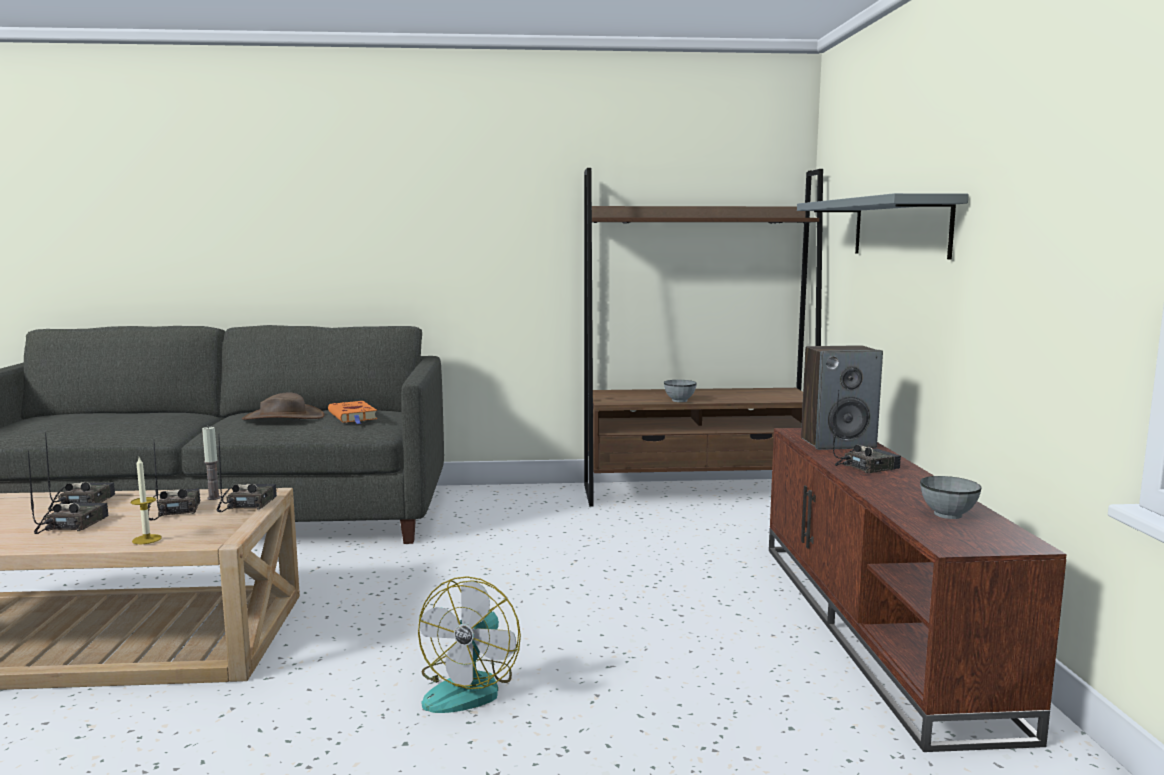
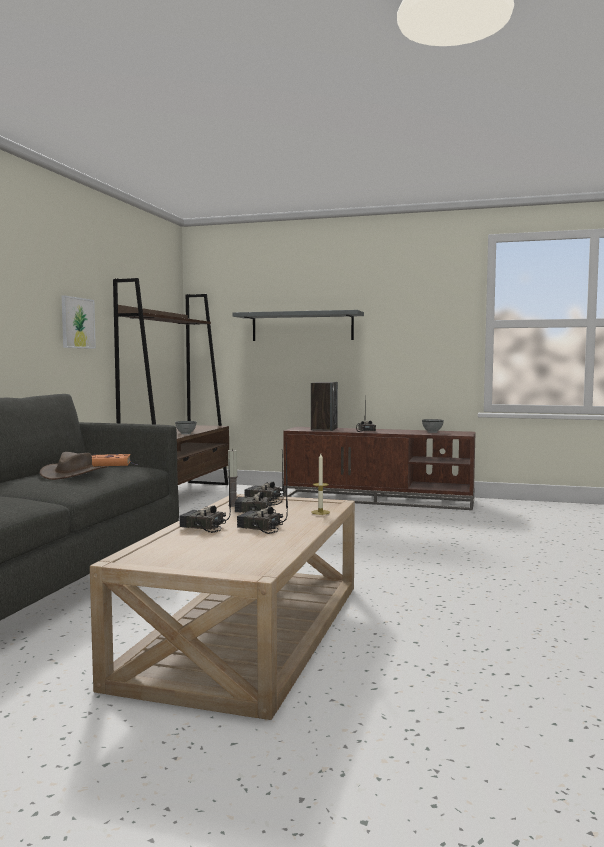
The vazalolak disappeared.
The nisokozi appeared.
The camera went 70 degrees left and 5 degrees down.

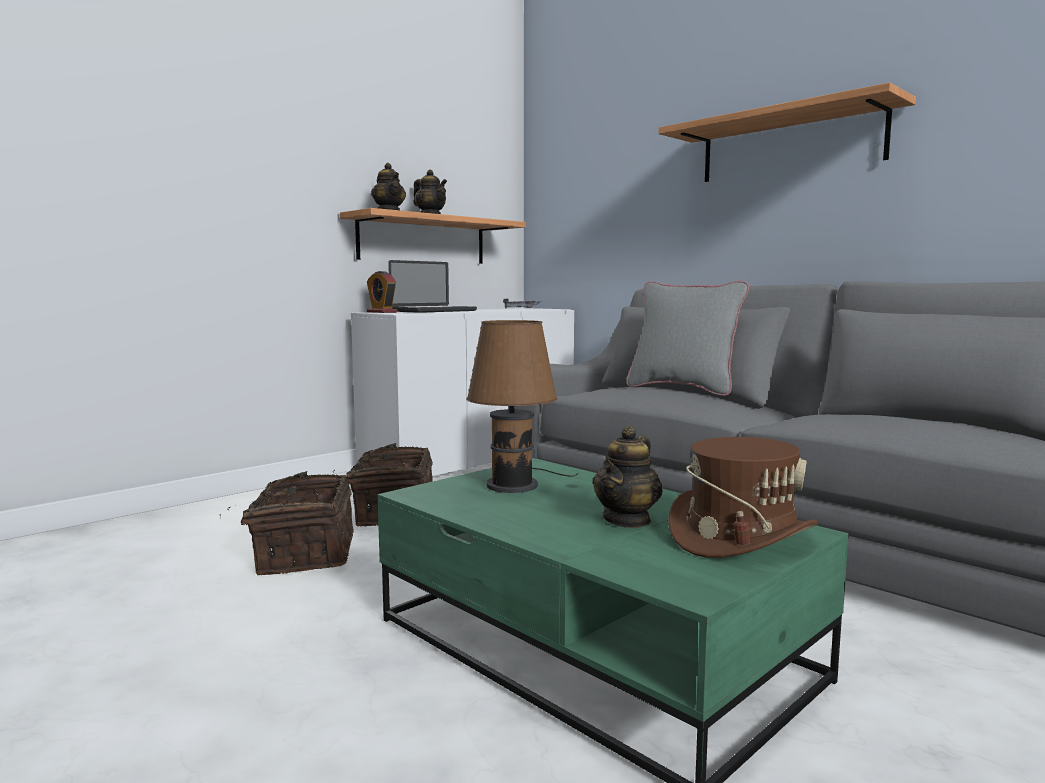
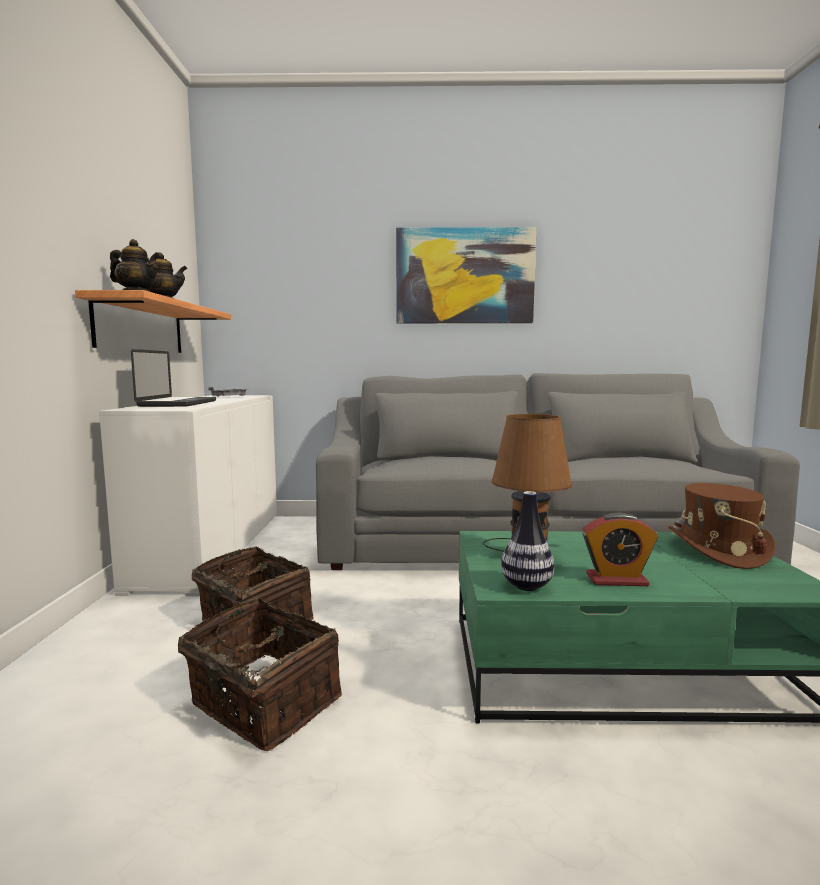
The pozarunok (3rd from left) disappeared.
The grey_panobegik disappeared.
The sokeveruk appeared.
The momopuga moved.
The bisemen (2nd from left) was replaced by the nisokozi.
The camera went 45 degrees left and 0 degrees up.

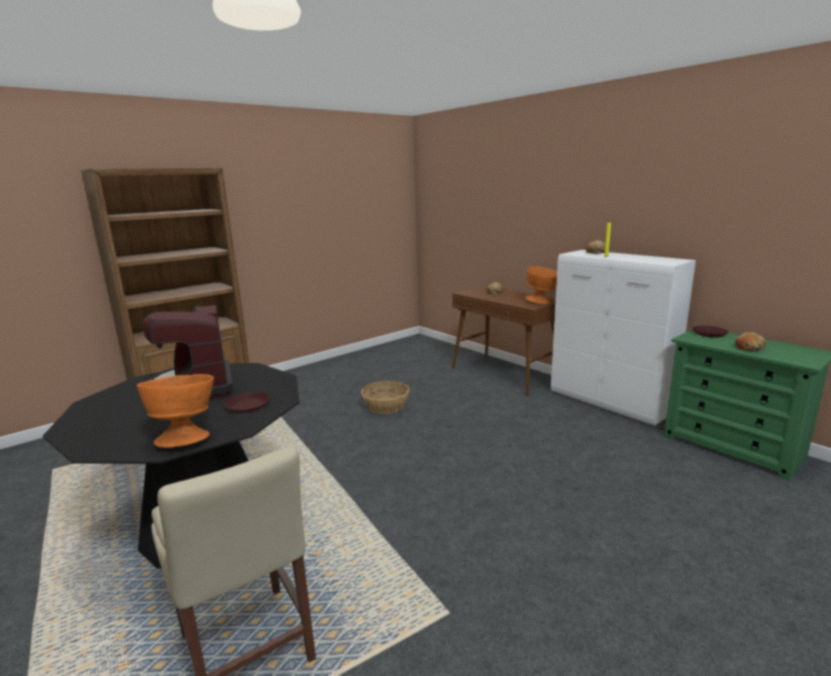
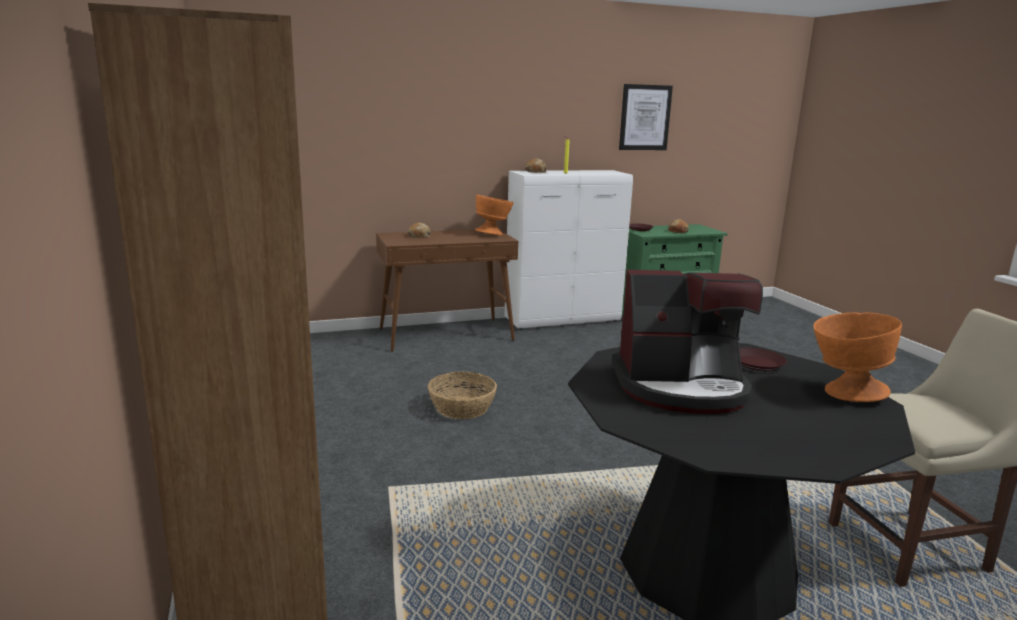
The nisokozi appeared.
The camera went 70 degrees left and 0 degrees up.

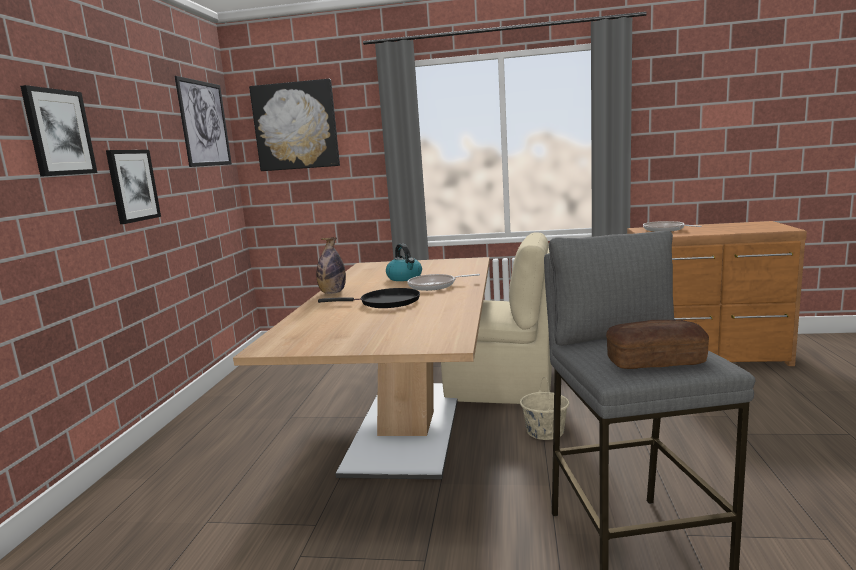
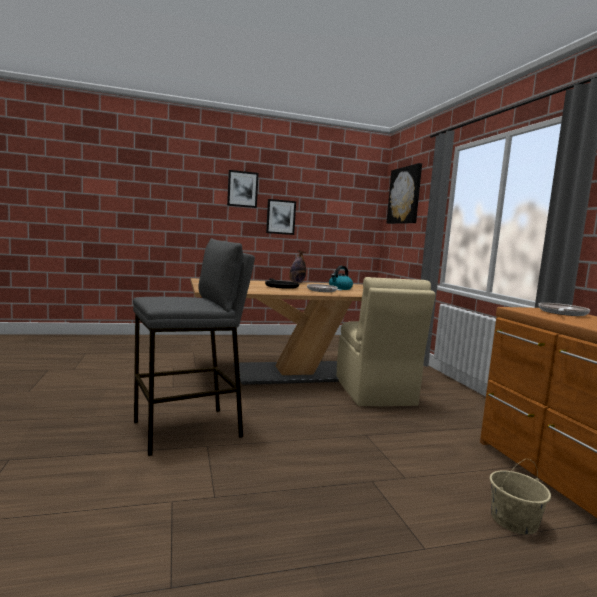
The nisokozi (3rd from left) disappeared.
The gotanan disappeared.
The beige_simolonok moved.
The camera went 65 degrees right and 5 degrees down.

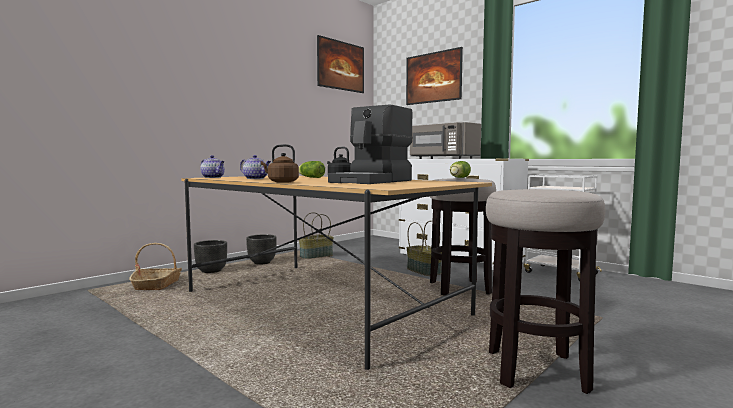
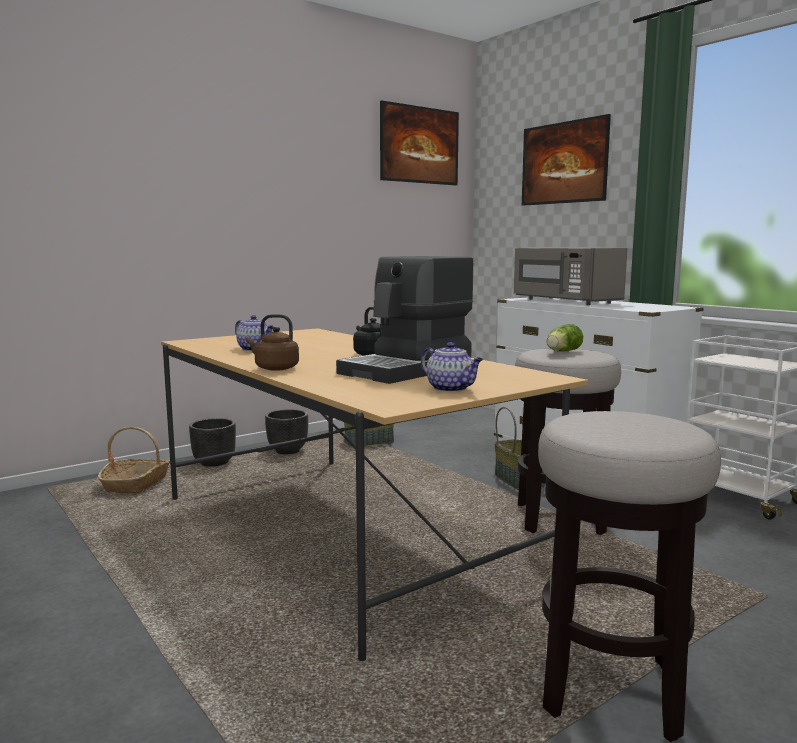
The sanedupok (1st from left) disappeared.
The pozarunok (1st from left in the first image) moved.
The camera went 10 degrees right and 5 degrees up.

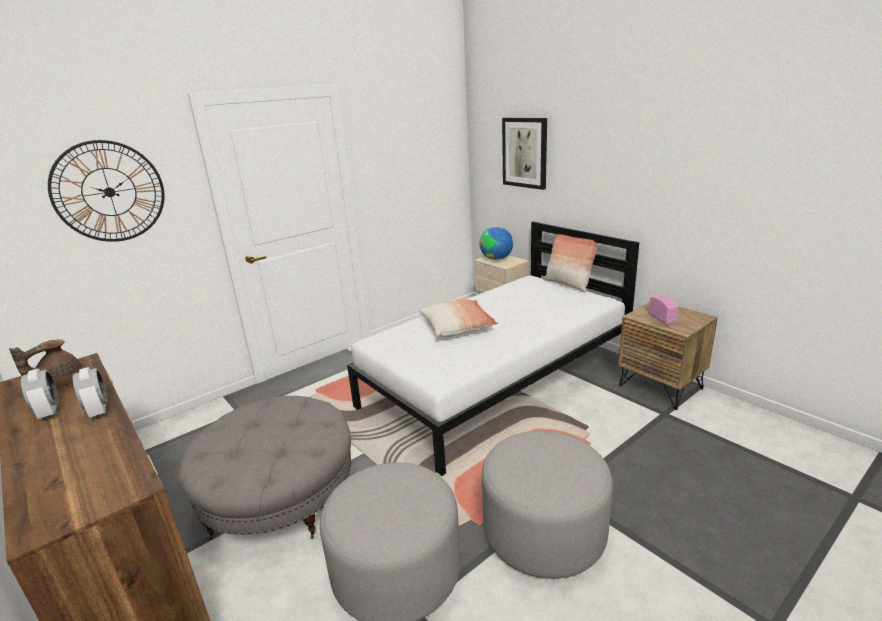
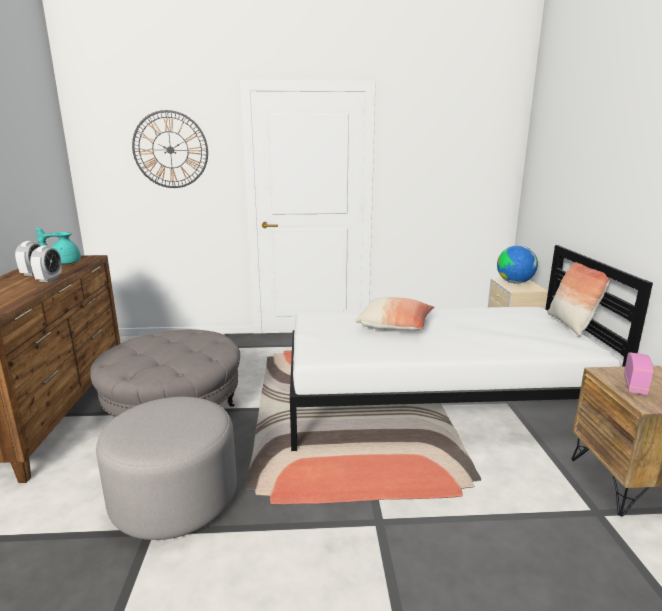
The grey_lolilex (3rd from left) disappeared.
The nisokozi disappeared.
The brown_pozarunok became the turquoise_pozarunok.
The camera went 35 degrees right and 5 degrees down.

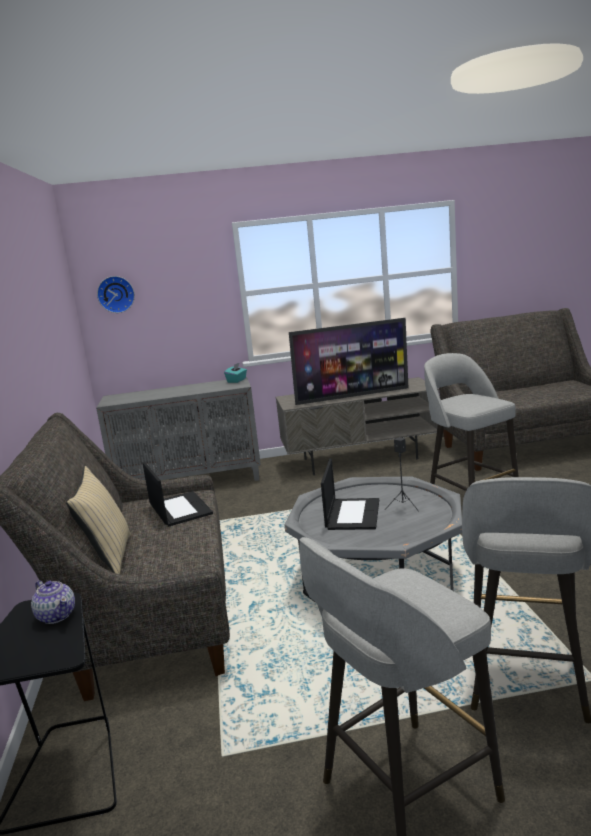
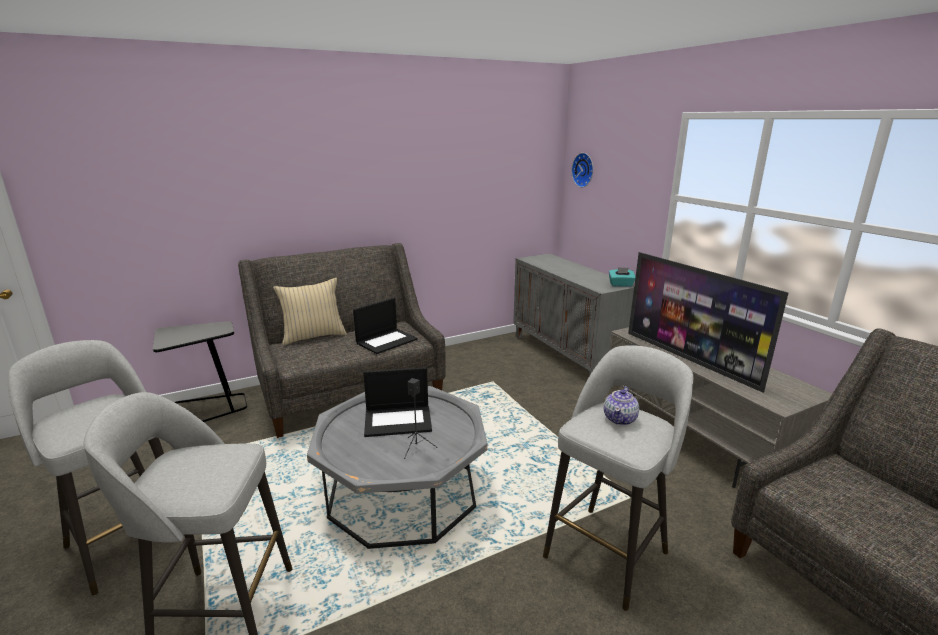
The pozarunok moved.
The camera went 70 degrees right and 5 degrees up.

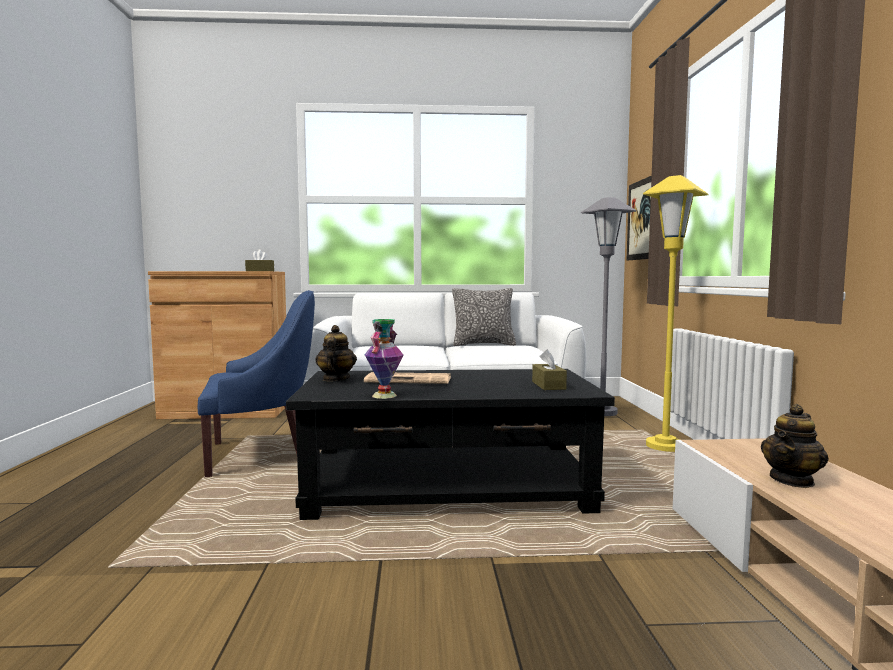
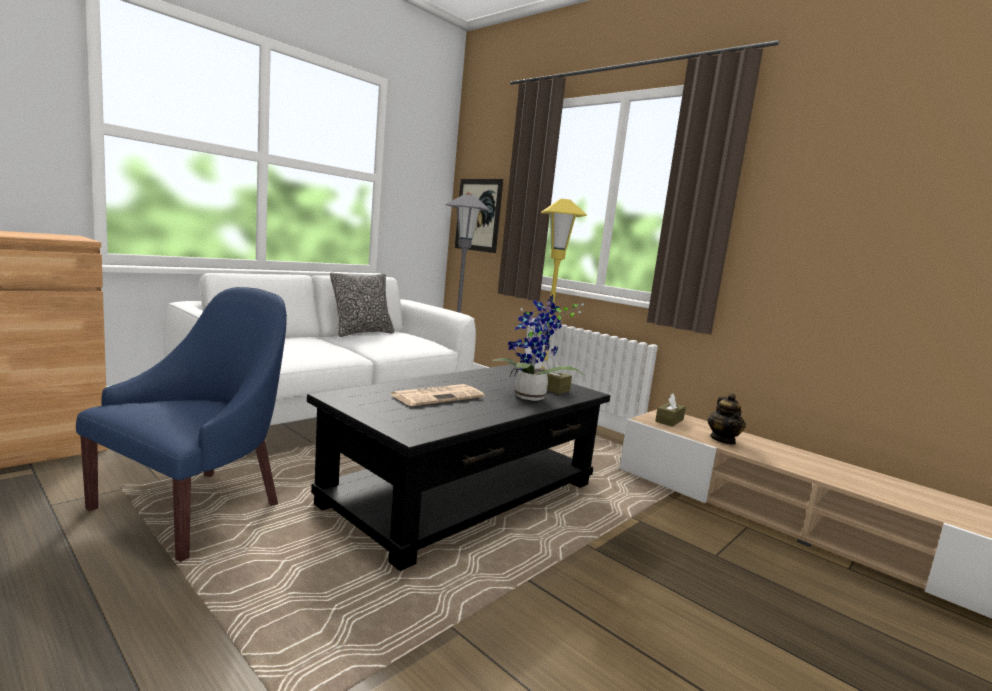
The pozarunok (1st from left) disappeared.
The sokeveruk disappeared.
The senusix appeared.
The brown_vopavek (1st from left in the first image) moved.
The camera went 45 degrees left and 5 degrees up.

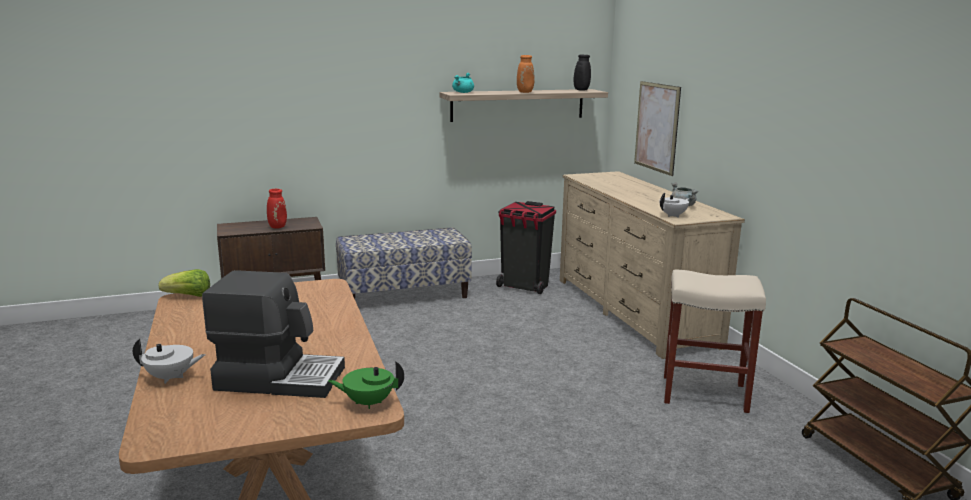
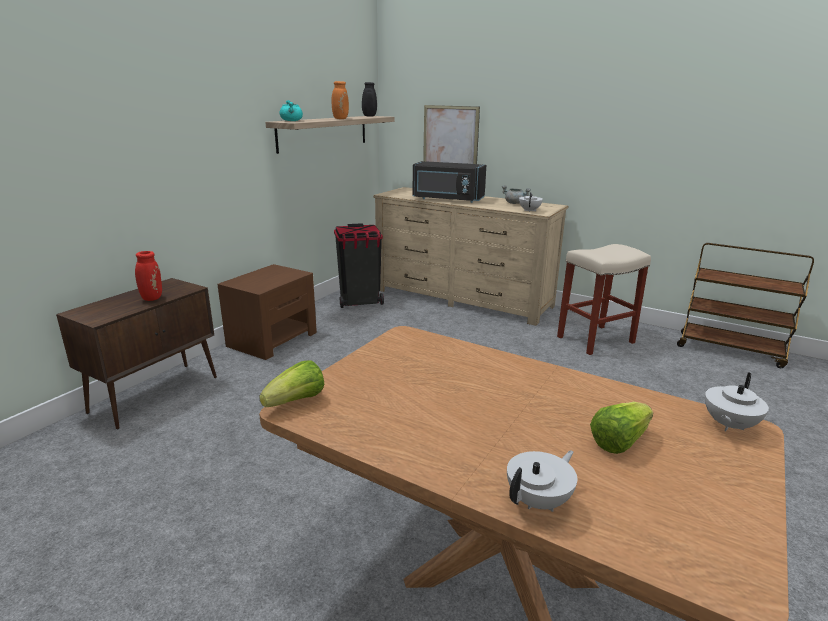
The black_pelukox appeared.
The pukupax was replaced by the sanedupok (2nd from left).
The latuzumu was replaced by the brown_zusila.
The green_pozarunok became the white_pozarunok (3rd from left).
The camera went 40 degrees left and 5 degrees up.

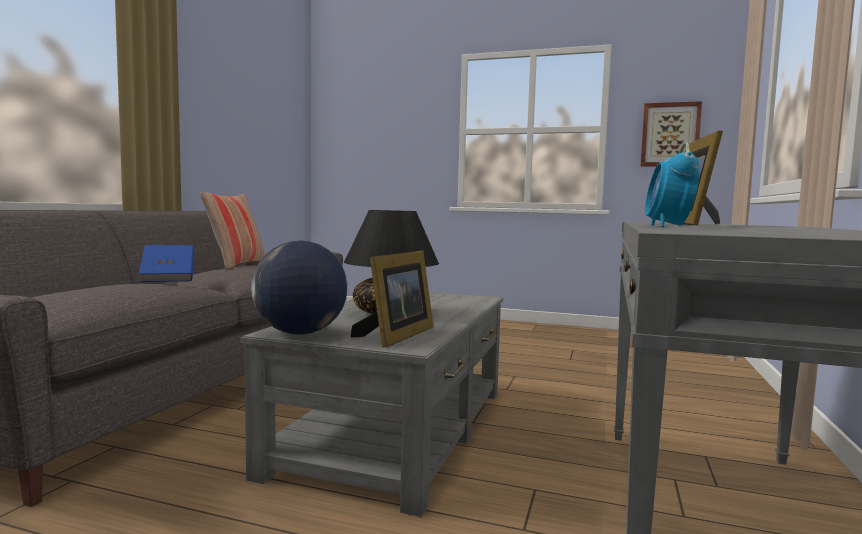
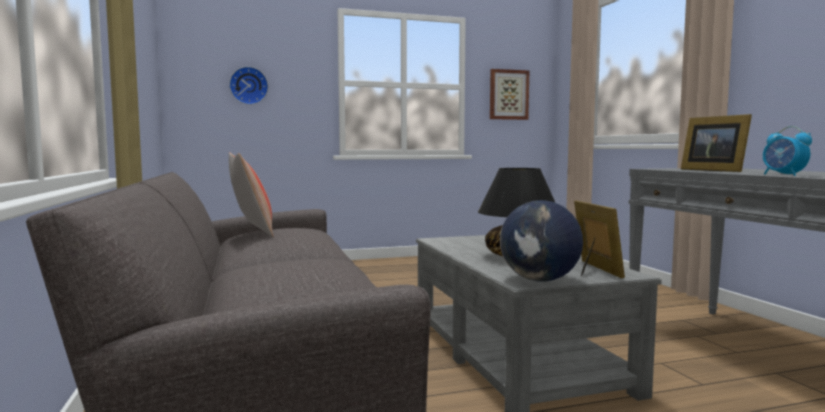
The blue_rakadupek disappeared.
The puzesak appeared.
The camera went 35 degrees left and 0 degrees up.

